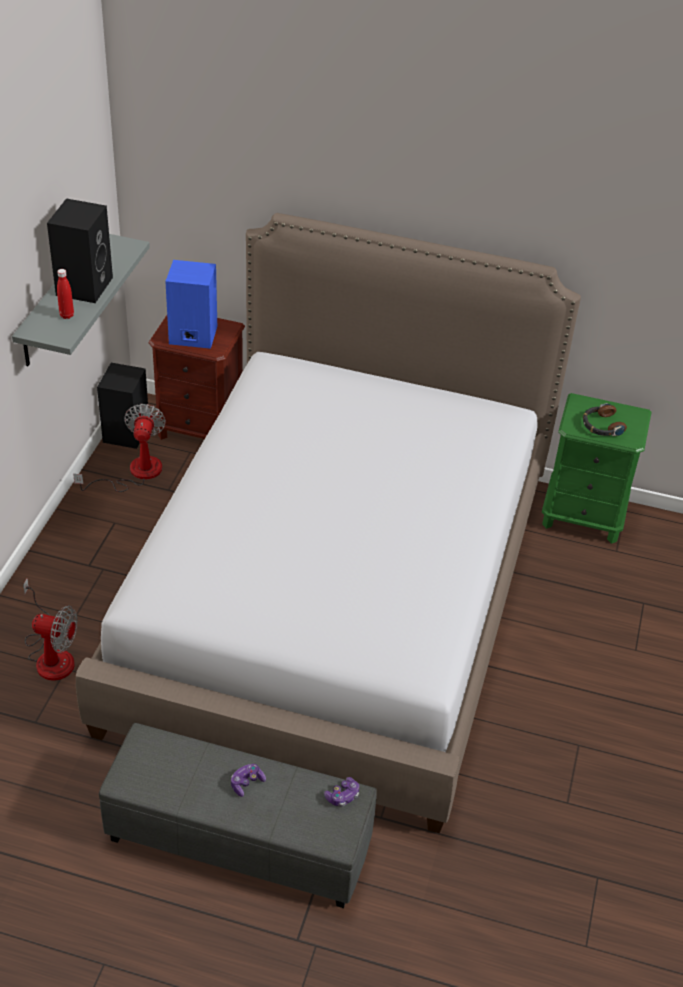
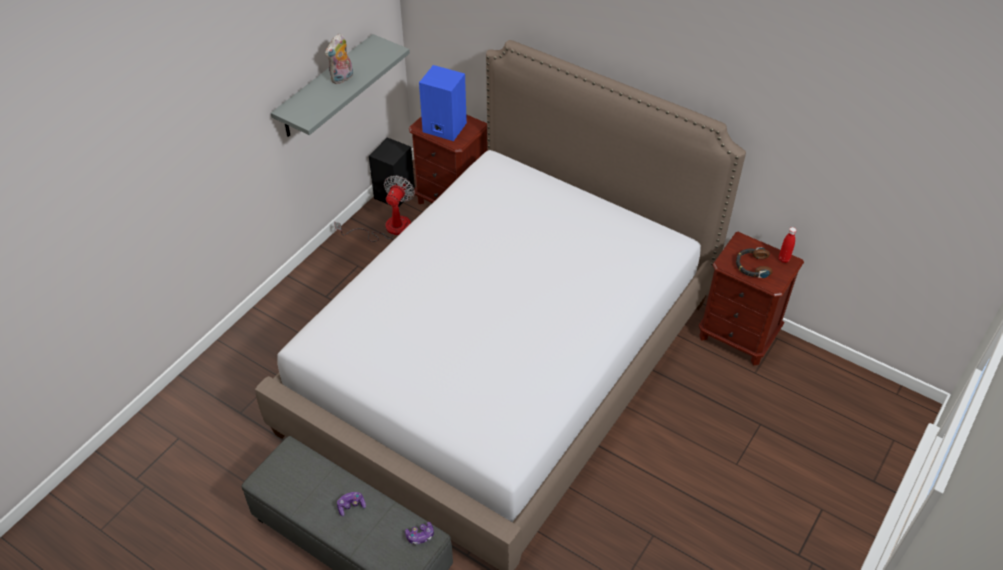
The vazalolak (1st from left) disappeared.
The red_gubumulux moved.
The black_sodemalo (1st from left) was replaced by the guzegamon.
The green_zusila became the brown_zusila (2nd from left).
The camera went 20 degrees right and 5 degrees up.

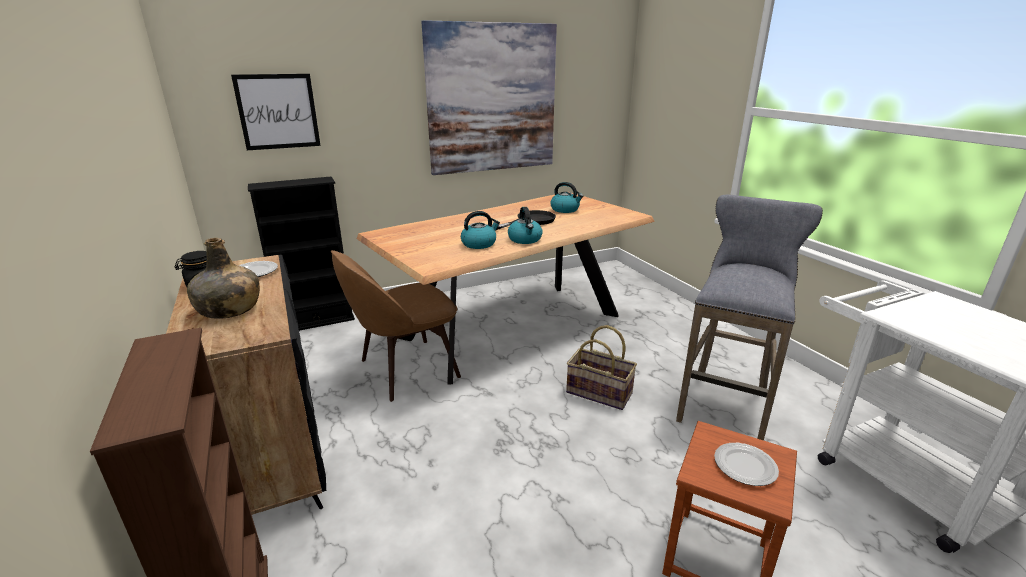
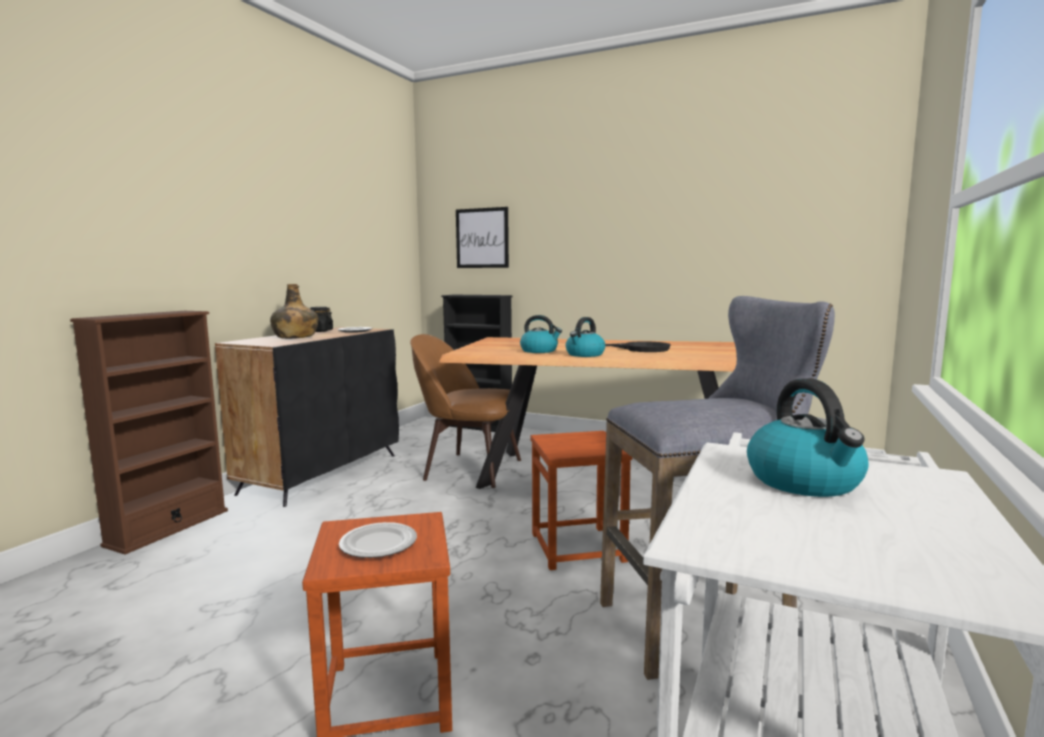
The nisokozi (2nd from left) disappeared.
The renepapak (3rd from left) moved.
The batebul was replaced by the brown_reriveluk (2nd from left).
The camera went 50 degrees right and 15 degrees down.

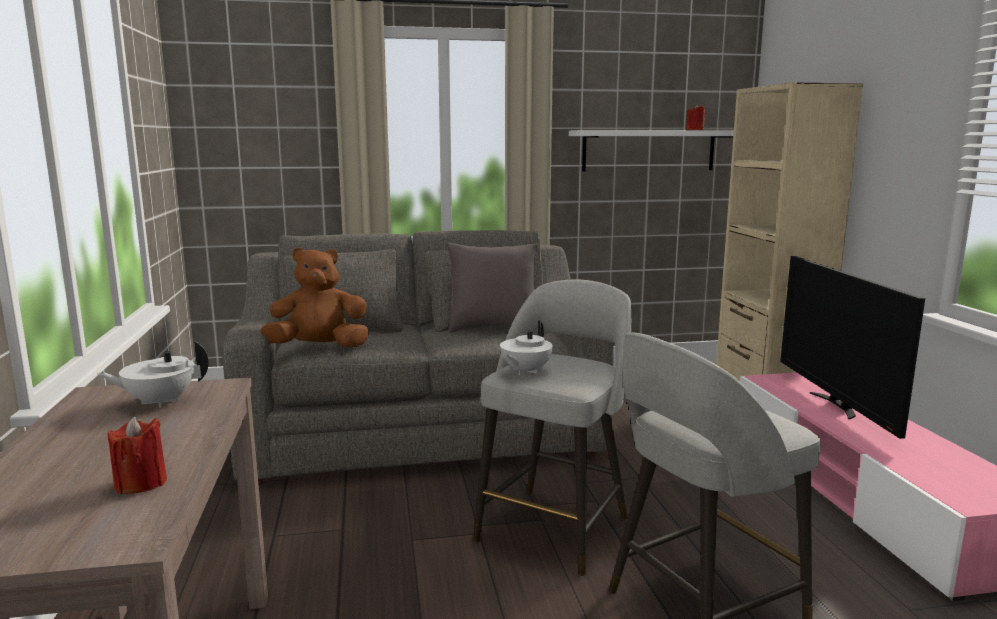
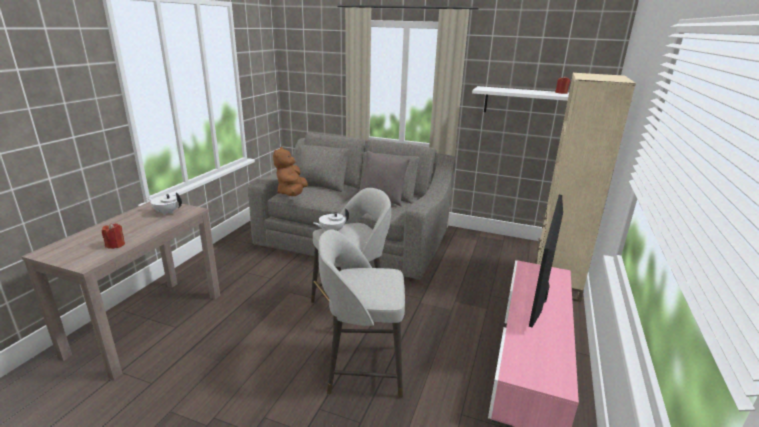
The brown_guzegamon turned 105 degrees counterclockwise.
The camera went 30 degrees right and 10 degrees up.

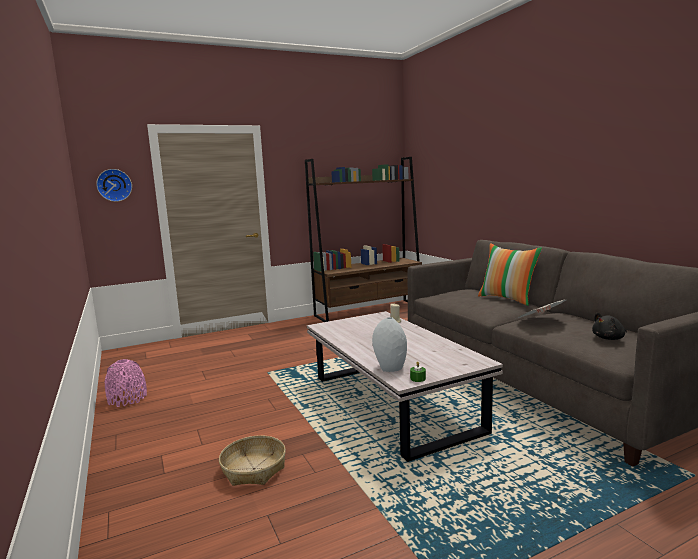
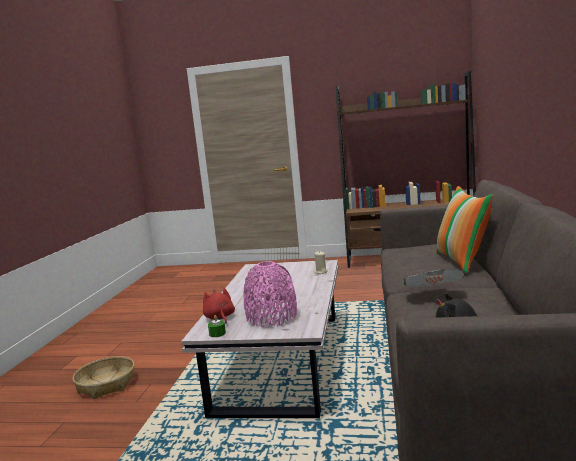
The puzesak disappeared.
The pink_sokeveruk moved.
The grey_sokeveruk was replaced by the red_guzegamon.
The camera went 35 degrees right and 0 degrees up.

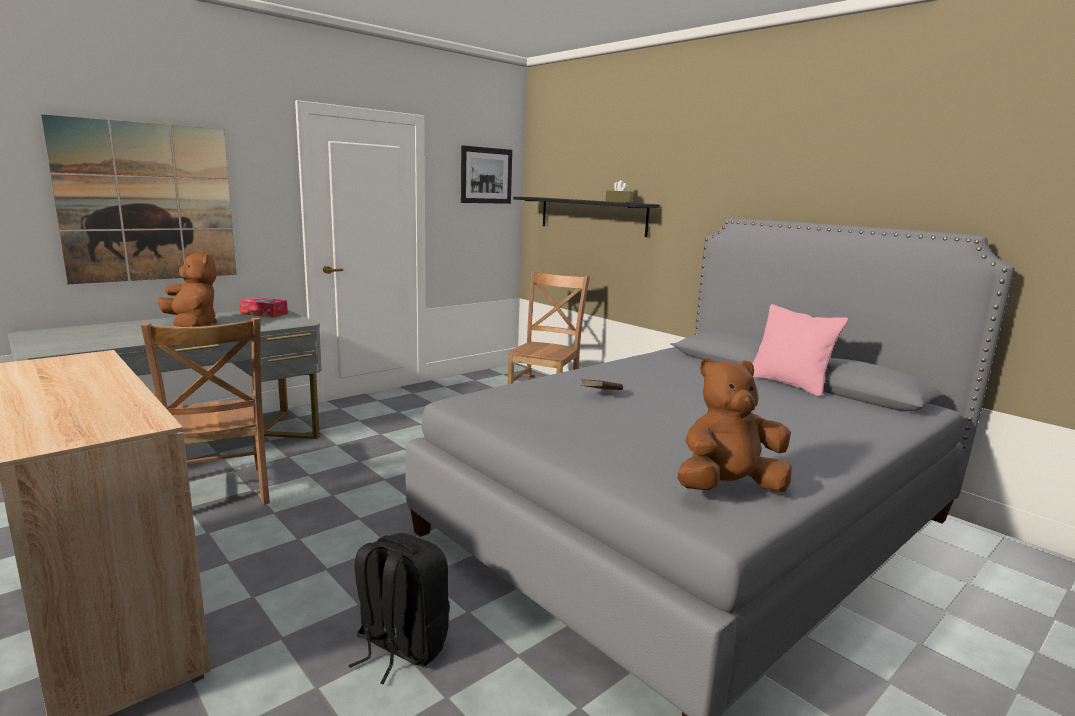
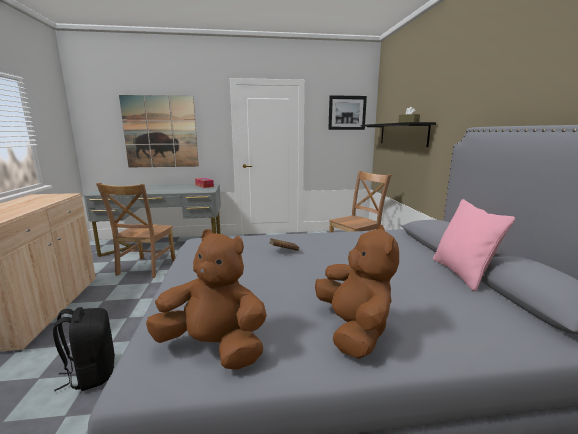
The brown_guzegamon (1st from left in the first image) moved.
The camera went 35 degrees right and 0 degrees up.

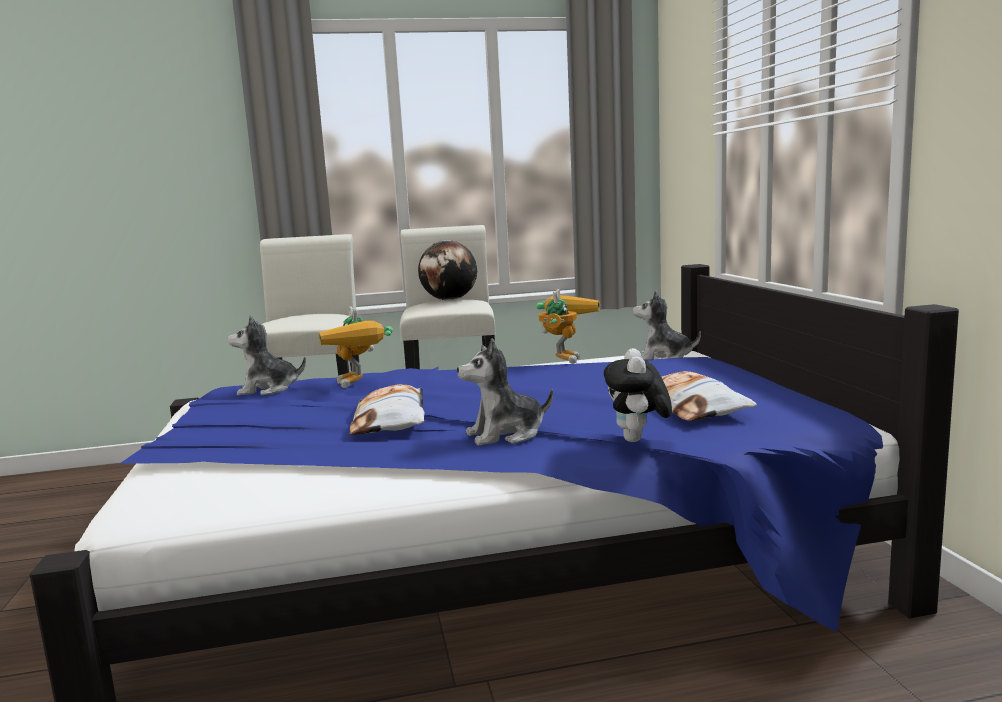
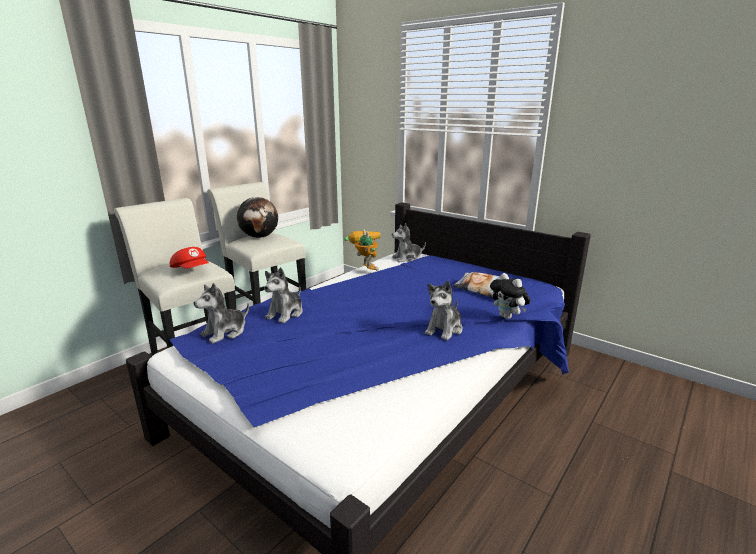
The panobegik (1st from left) disappeared.
The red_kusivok appeared.
The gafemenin (1st from left) was replaced by the guzegamon (2nd from left).
The camera went 40 degrees left and 10 degrees up.

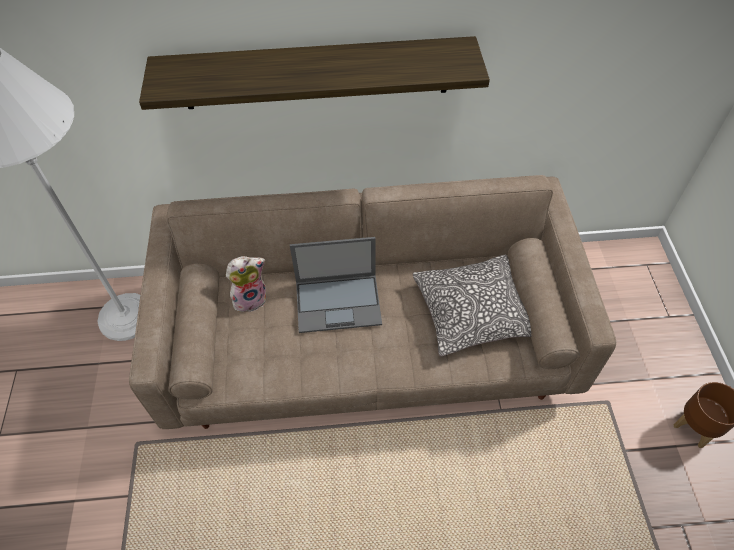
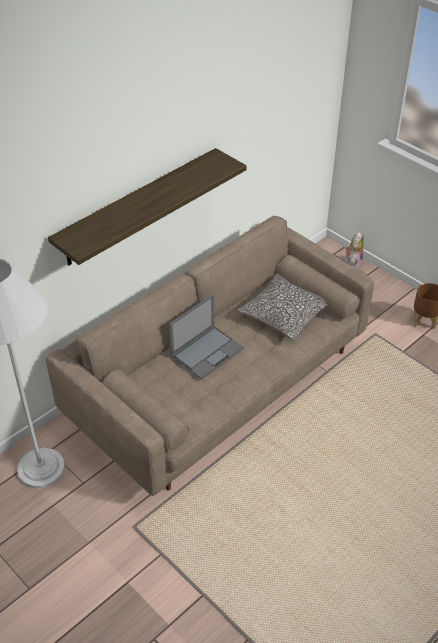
The guzegamon moved.
The camera went 40 degrees left and 10 degrees down.

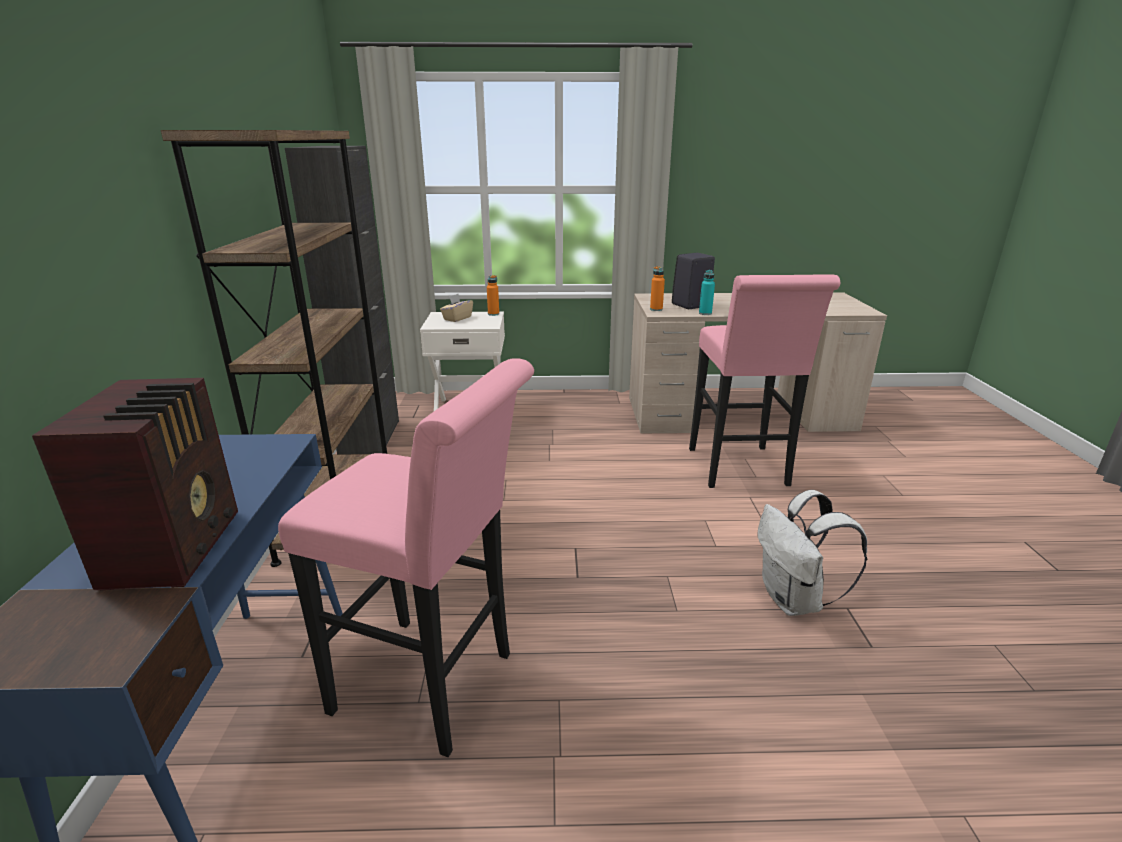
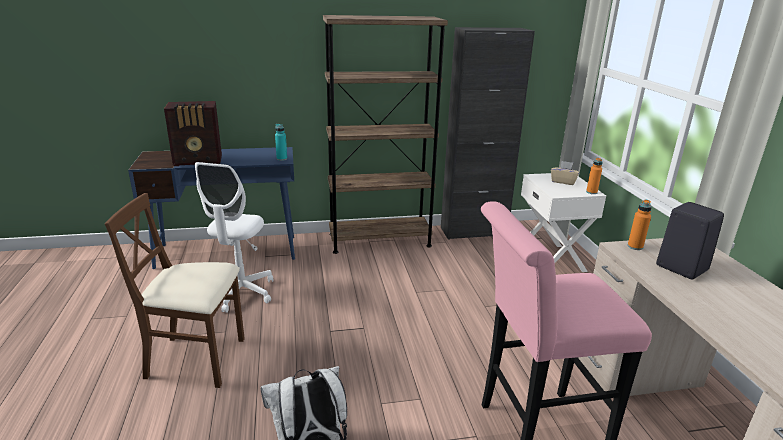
The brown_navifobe appeared.
The turquoise_gubumulux moved.
The pink_reriveluk (1st from left) was replaced by the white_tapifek.
The camera went 80 degrees right and 0 degrees up.

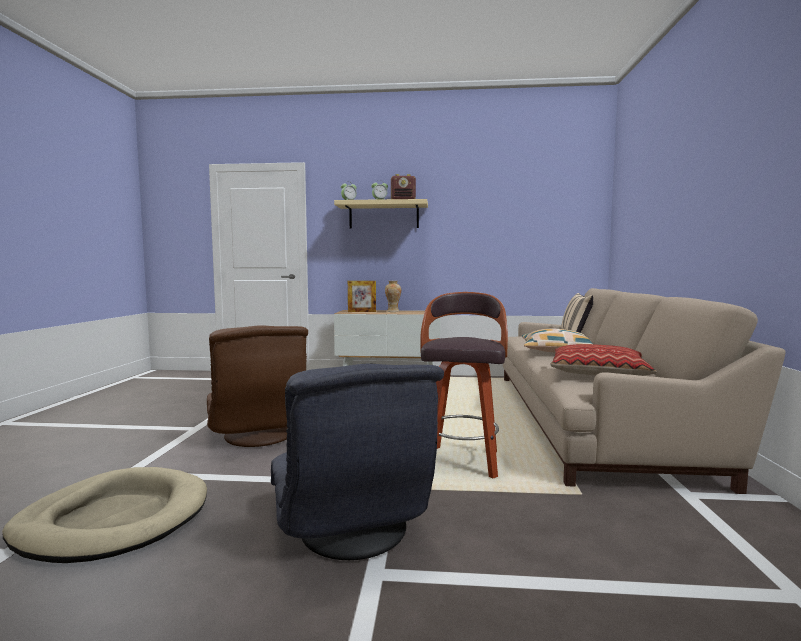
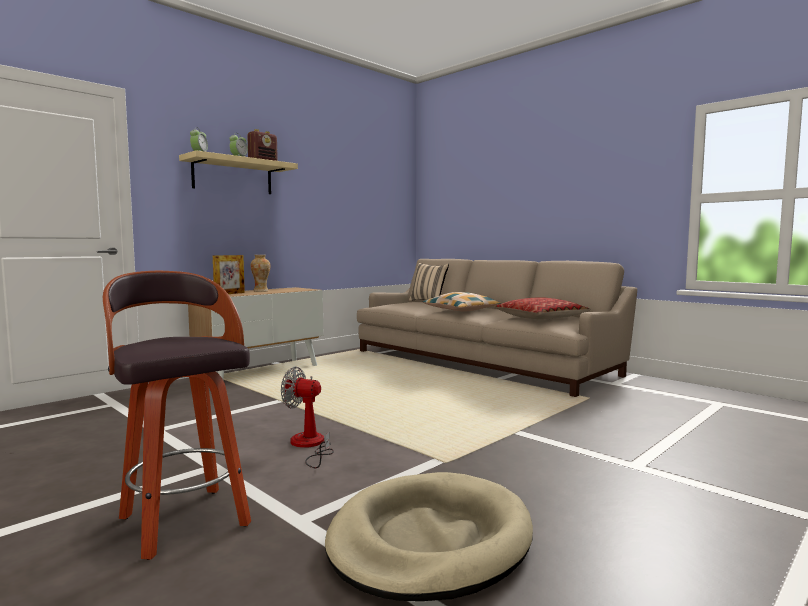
The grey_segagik disappeared.
The reriveluk moved.
The brown_segagik was replaced by the vazalolak.
The camera went 50 degrees left and 0 degrees up.

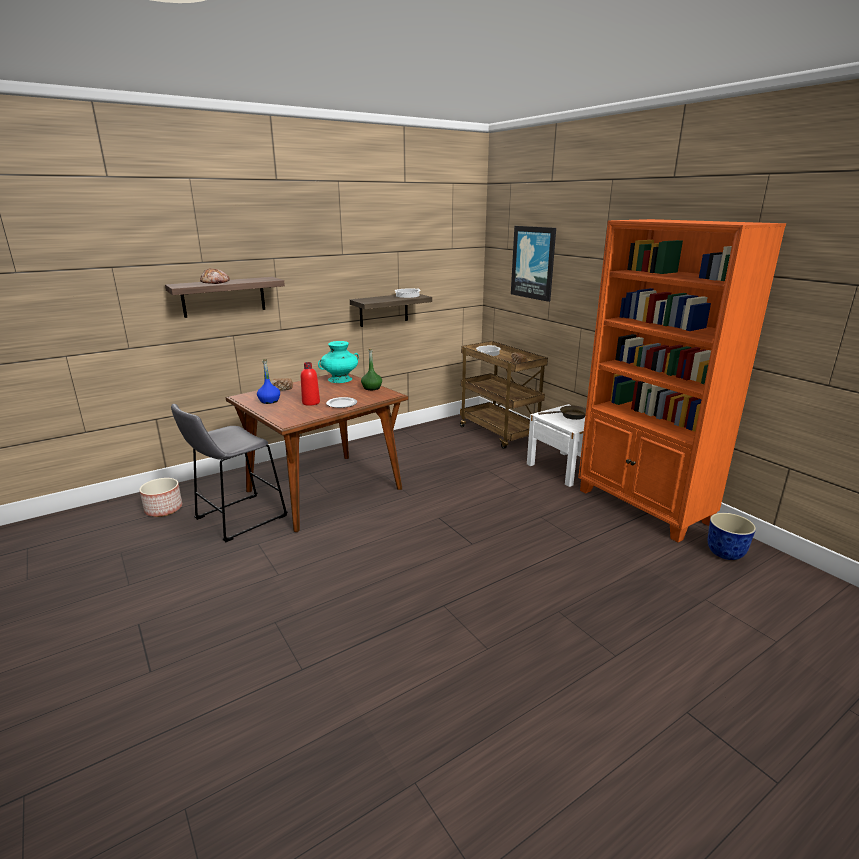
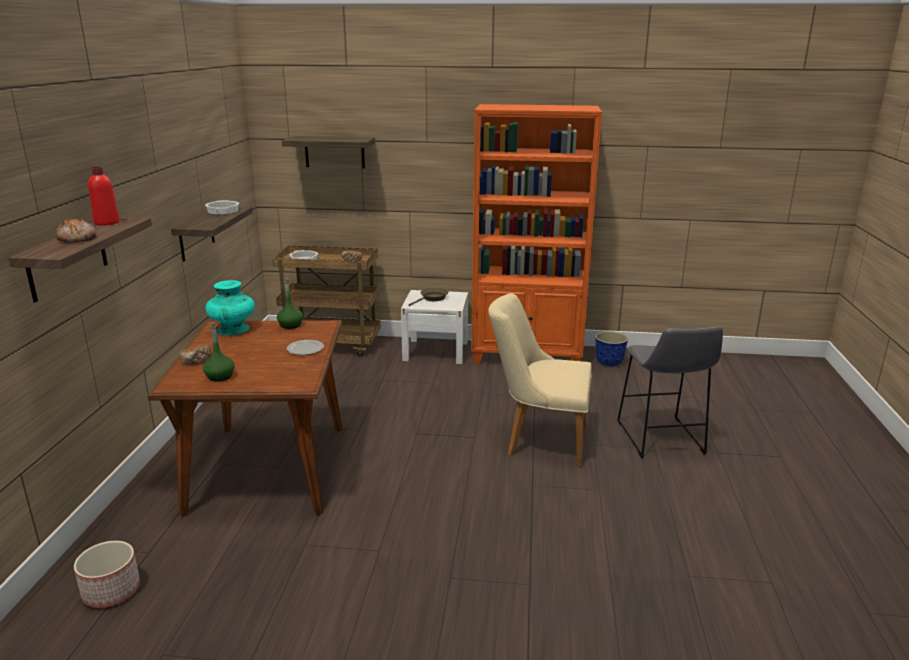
The beige_navifobe appeared.
The grey_reriveluk moved.
The red_gubumulux moved.
The nisokozi was replaced by the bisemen (3rd from left).
The blue_gubumulux became the green_gubumulux (1st from left).
The camera went 50 degrees left and 0 degrees up.

